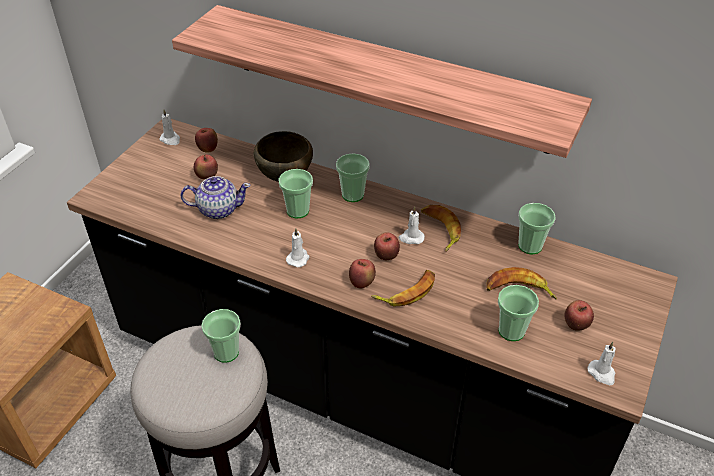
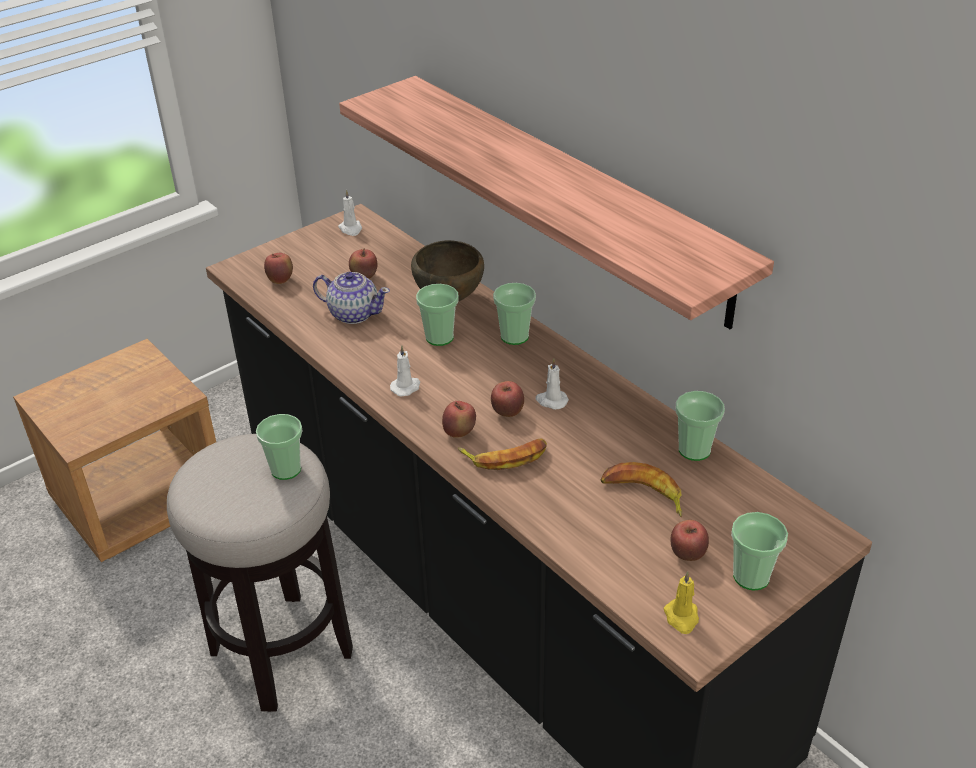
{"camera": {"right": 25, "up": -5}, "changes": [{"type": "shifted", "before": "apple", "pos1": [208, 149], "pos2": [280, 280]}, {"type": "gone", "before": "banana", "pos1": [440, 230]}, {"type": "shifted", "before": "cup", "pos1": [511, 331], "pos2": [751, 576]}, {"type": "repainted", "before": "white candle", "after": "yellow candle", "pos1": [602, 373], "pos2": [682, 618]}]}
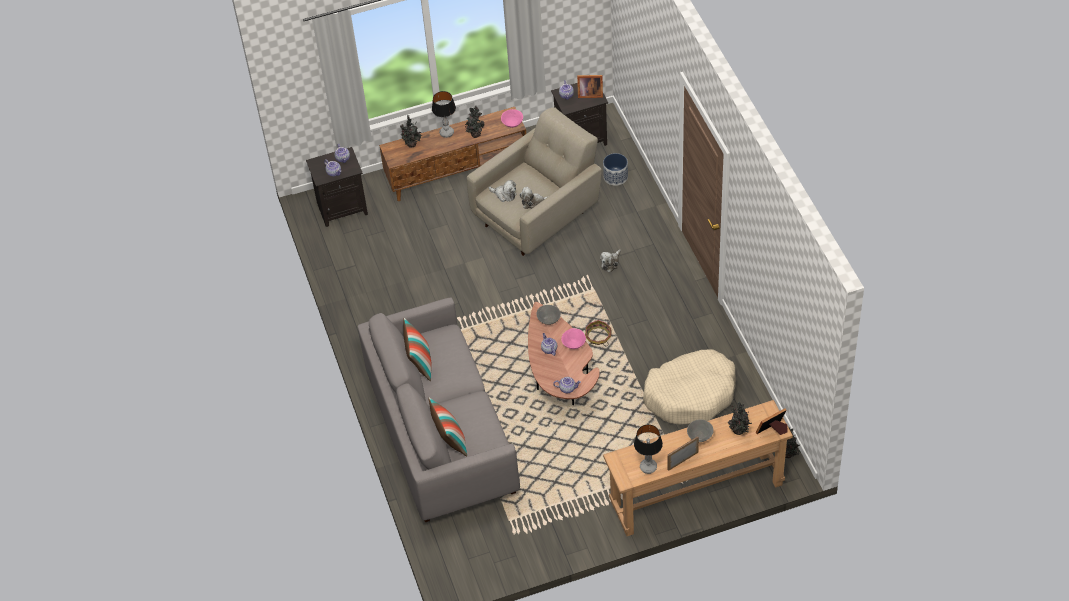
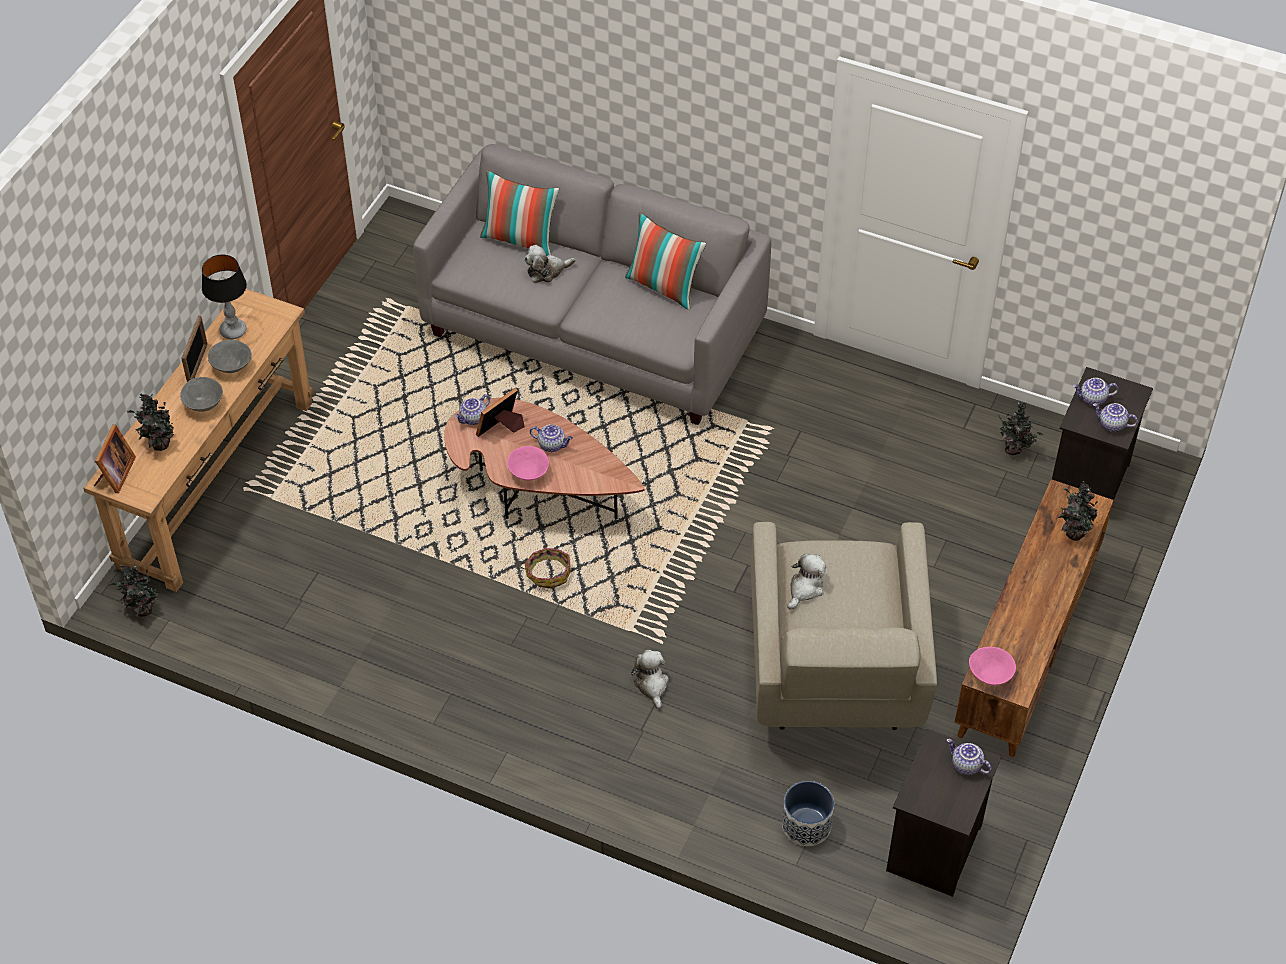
{"camera": {"right": 130, "up": 0}, "changes": [{"type": "gone", "before": "table lamp", "pos1": [447, 132]}, {"type": "shifted", "before": "potted plant", "pos1": [475, 134], "pos2": [1015, 449]}, {"type": "shifted", "before": "plush toy", "pos1": [504, 195], "pos2": [547, 271]}, {"type": "shifted", "before": "grey bowl", "pos1": [548, 320], "pos2": [232, 367]}, {"type": "shifted", "before": "picture frame", "pos1": [589, 93], "pos2": [502, 428]}, {"type": "gone", "before": "beige dog bed", "pos1": [691, 394]}]}
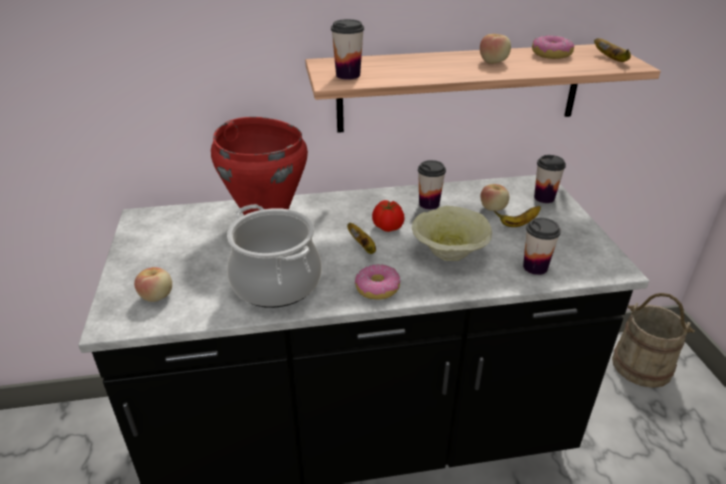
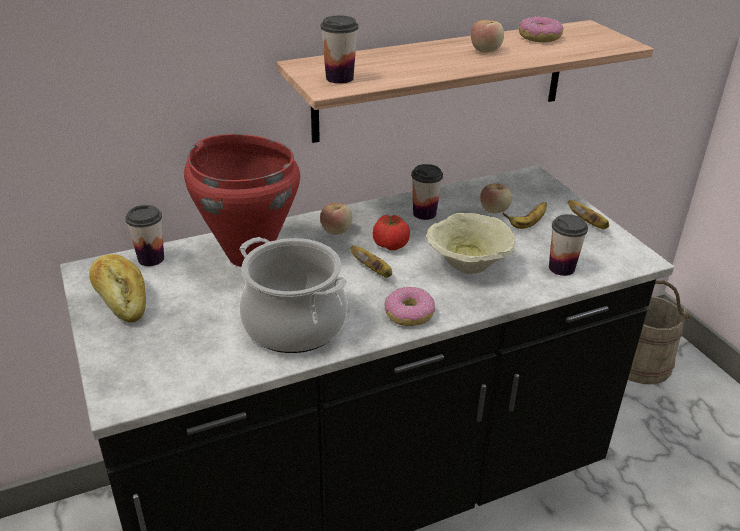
{"camera": {"right": -15, "up": 0}, "changes": [{"type": "shifted", "before": "apple", "pos1": [157, 296], "pos2": [336, 230]}, {"type": "shifted", "before": "cup", "pos1": [544, 198], "pos2": [151, 259]}, {"type": "shifted", "before": "banana", "pos1": [612, 59], "pos2": [589, 223]}, {"type": "new", "after": "bread", "pos2": [121, 298]}]}
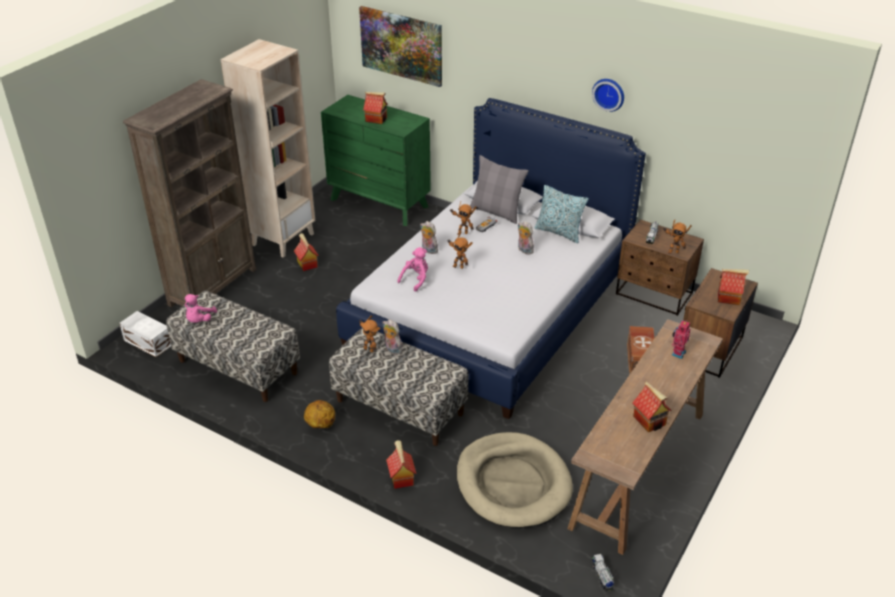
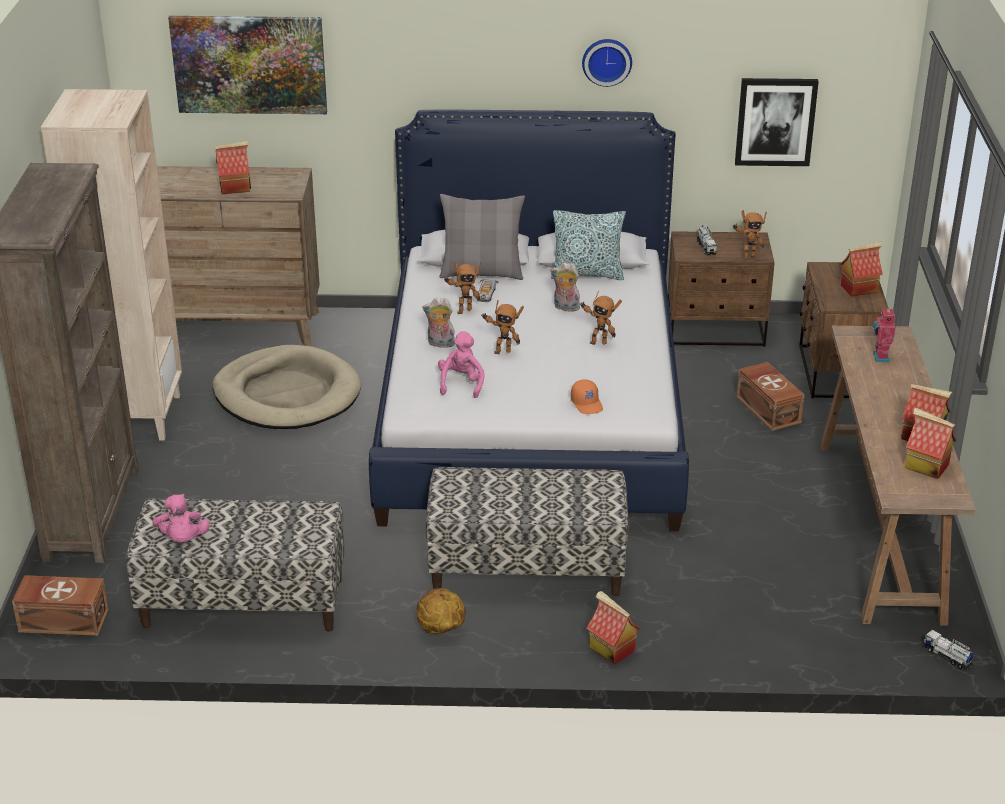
{"camera": {"right": -30, "up": -5}, "changes": [{"type": "repainted", "before": "white storage box", "after": "brown storage box", "pos1": [148, 342], "pos2": [63, 620]}, {"type": "shifted", "before": "toy house", "pos1": [306, 264], "pos2": [925, 466]}, {"type": "repainted", "before": "green dresser", "after": "brown dresser", "pos1": [379, 203], "pos2": [240, 327]}, {"type": "shifted", "before": "toy robot", "pos1": [369, 349], "pos2": [598, 342]}, {"type": "gone", "before": "plush toy", "pos1": [392, 350]}, {"type": "shifted", "before": "beige dog bed", "pos1": [513, 483], "pos2": [287, 394]}, {"type": "new", "after": "orange cap", "pos2": [587, 404]}, {"type": "new", "after": "picture", "pos2": [775, 121]}]}
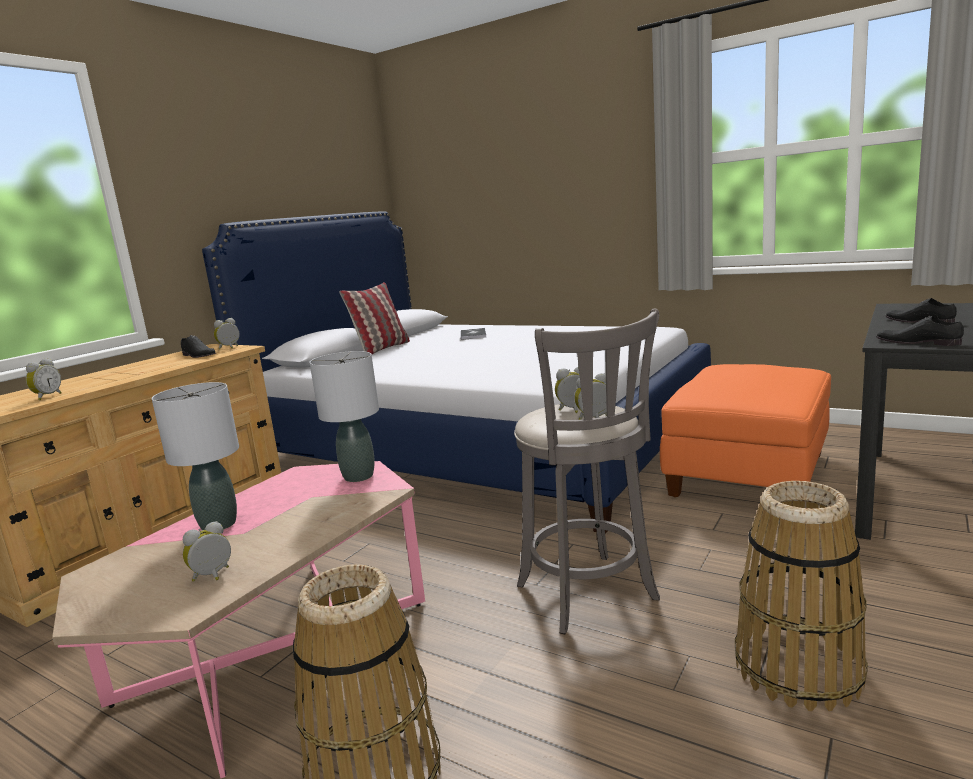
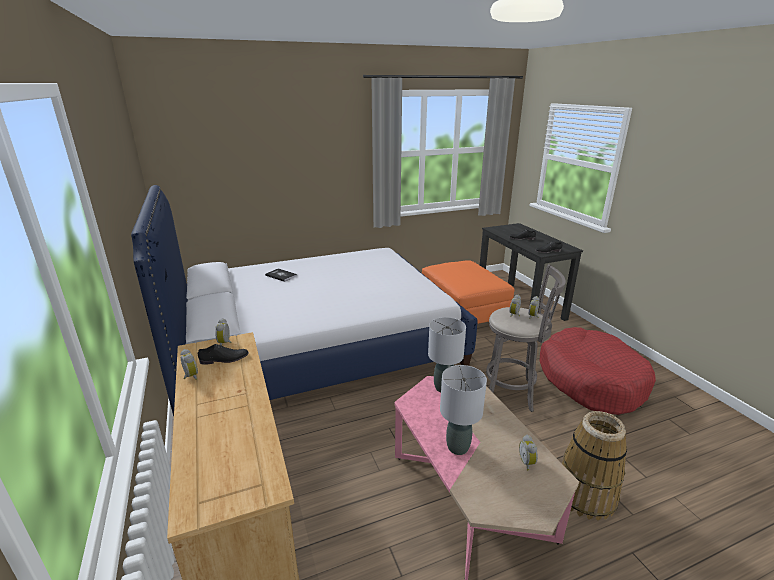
{"camera": {"right": -55, "up": 10}, "changes": [{"type": "shifted", "before": "alarm clock", "pos1": [47, 397], "pos2": [190, 377]}, {"type": "gone", "before": "pillow", "pos1": [381, 349]}, {"type": "swapped", "before": "basket", "after": "red dog bed", "pos1": [798, 669], "pos2": [590, 380]}]}
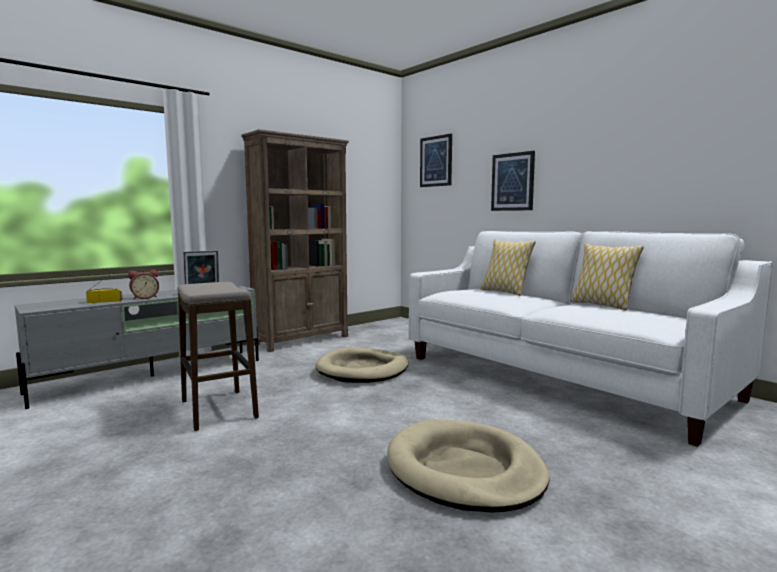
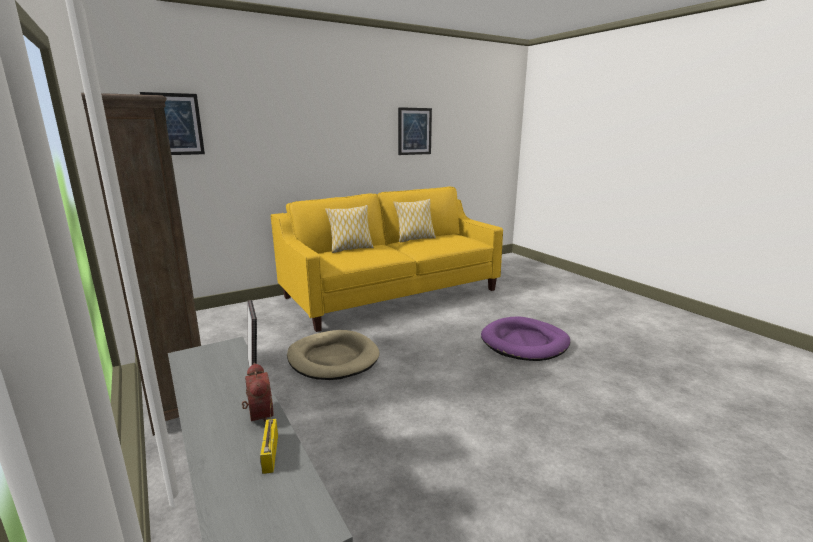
{"camera": {"right": -80, "up": 10}, "changes": [{"type": "gone", "before": "stool", "pos1": [218, 410]}, {"type": "repainted", "before": "beige dog bed", "after": "purple dog bed", "pos1": [464, 470], "pos2": [525, 342]}, {"type": "repainted", "before": "white sofa", "after": "yellow sofa", "pos1": [558, 376], "pos2": [391, 294]}, {"type": "shifted", "before": "picture", "pos1": [512, 182], "pos2": [414, 131]}]}
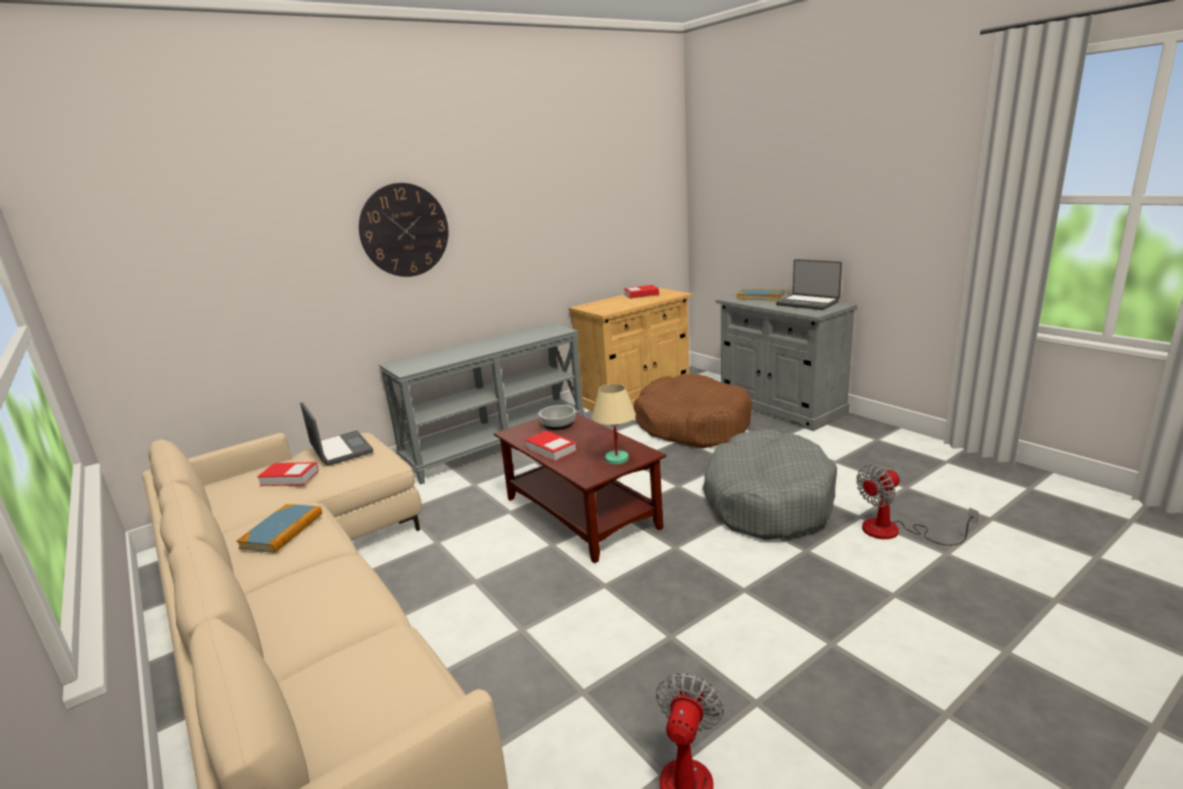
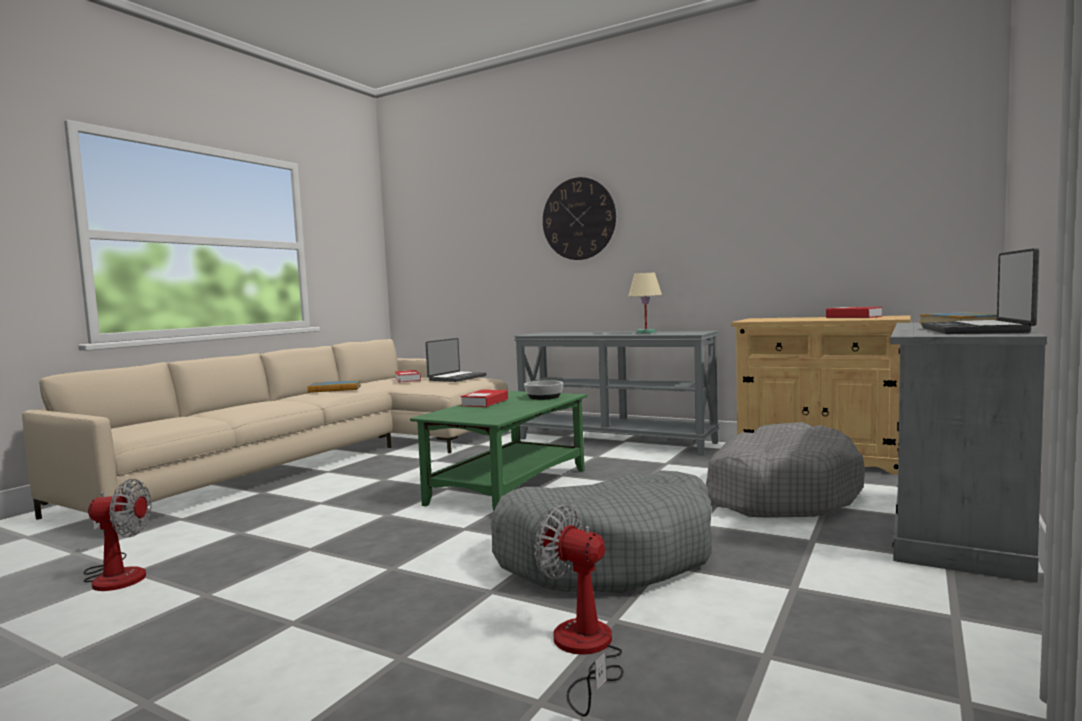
{"camera": {"right": 65, "up": -15}, "changes": [{"type": "repainted", "before": "brown coffee table", "after": "green coffee table", "pos1": [579, 512], "pos2": [509, 486]}, {"type": "shifted", "before": "beige table lamp", "pos1": [616, 459], "pos2": [645, 332]}, {"type": "repainted", "before": "brown dog bed", "after": "grey dog bed", "pos1": [692, 426], "pos2": [779, 493]}]}
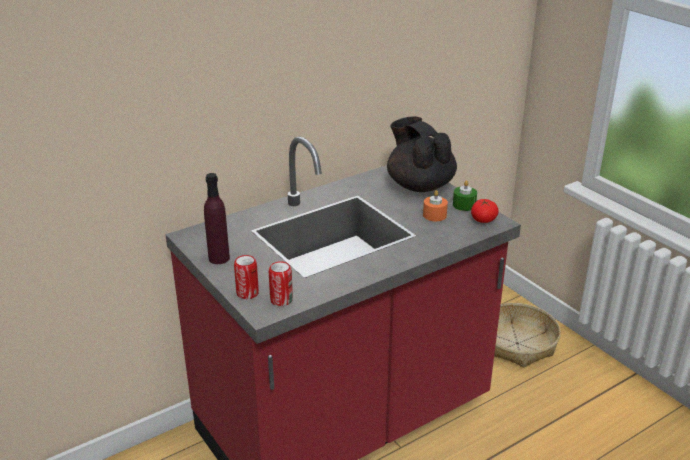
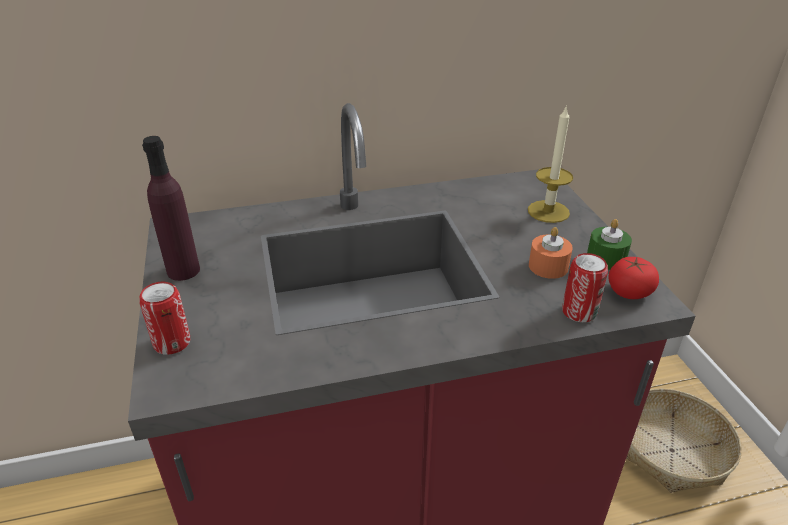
{"camera": {"right": 20, "up": 5}, "changes": [{"type": "shifted", "before": "can", "pos1": [281, 300], "pos2": [579, 312]}, {"type": "swapped", "before": "black teapot", "after": "candle", "pos1": [419, 185], "pos2": [548, 211]}]}
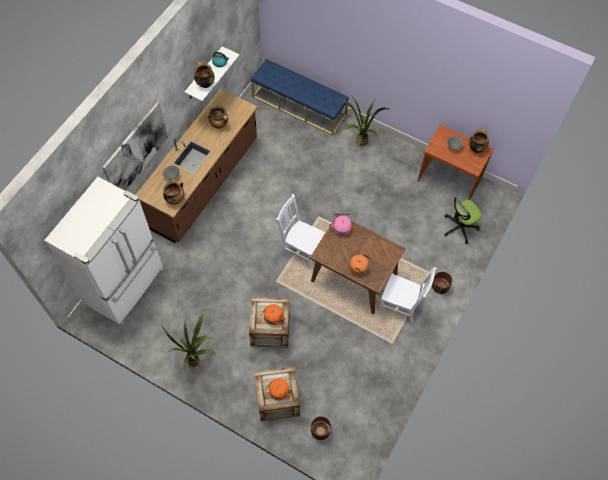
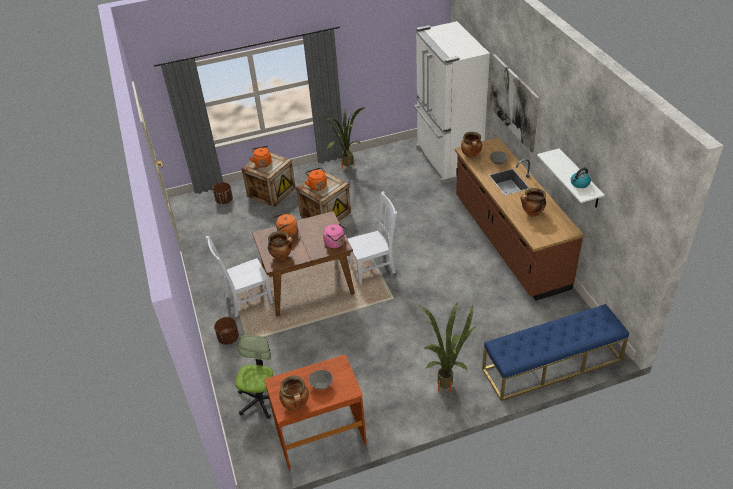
{"camera": {"right": 135, "up": -20}, "changes": [{"type": "shifted", "before": "cooking pot", "pos1": [205, 83], "pos2": [282, 256]}]}
